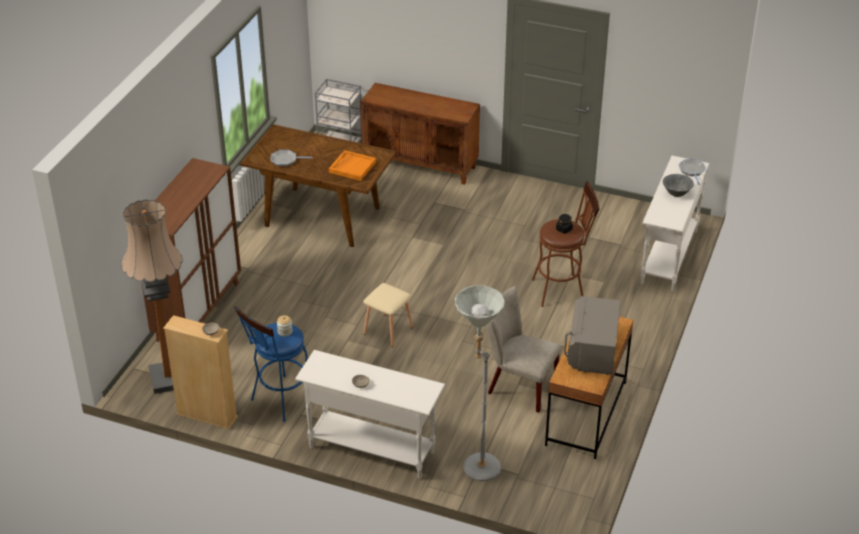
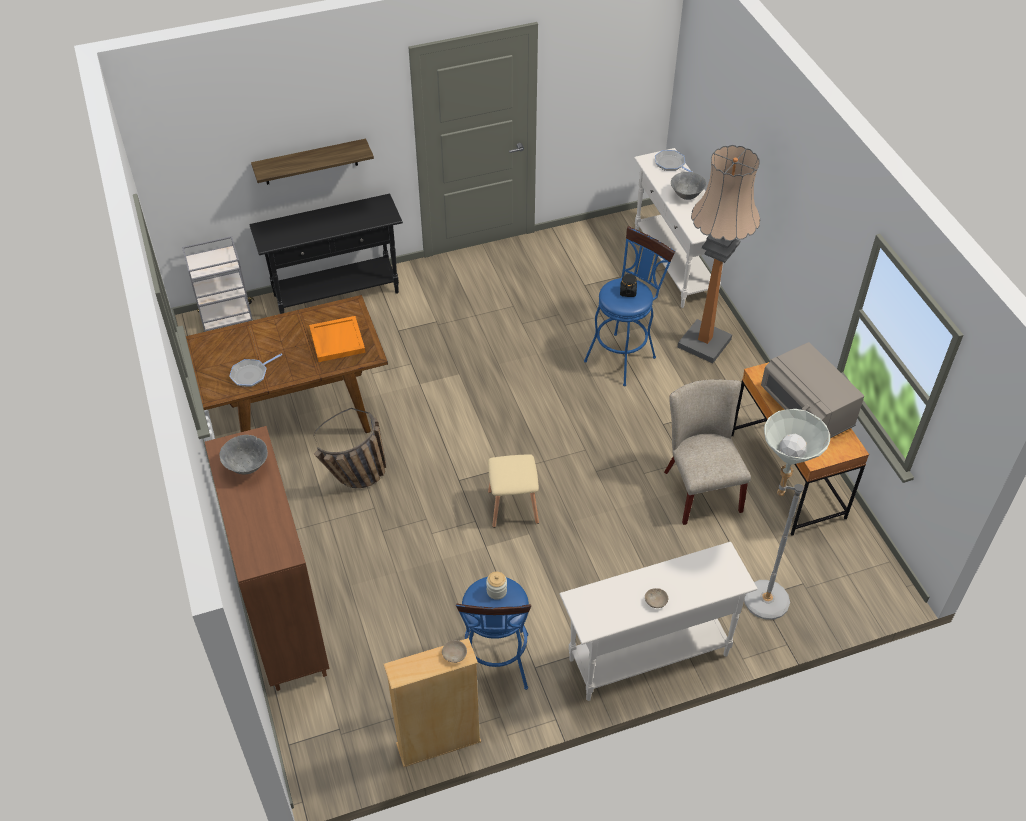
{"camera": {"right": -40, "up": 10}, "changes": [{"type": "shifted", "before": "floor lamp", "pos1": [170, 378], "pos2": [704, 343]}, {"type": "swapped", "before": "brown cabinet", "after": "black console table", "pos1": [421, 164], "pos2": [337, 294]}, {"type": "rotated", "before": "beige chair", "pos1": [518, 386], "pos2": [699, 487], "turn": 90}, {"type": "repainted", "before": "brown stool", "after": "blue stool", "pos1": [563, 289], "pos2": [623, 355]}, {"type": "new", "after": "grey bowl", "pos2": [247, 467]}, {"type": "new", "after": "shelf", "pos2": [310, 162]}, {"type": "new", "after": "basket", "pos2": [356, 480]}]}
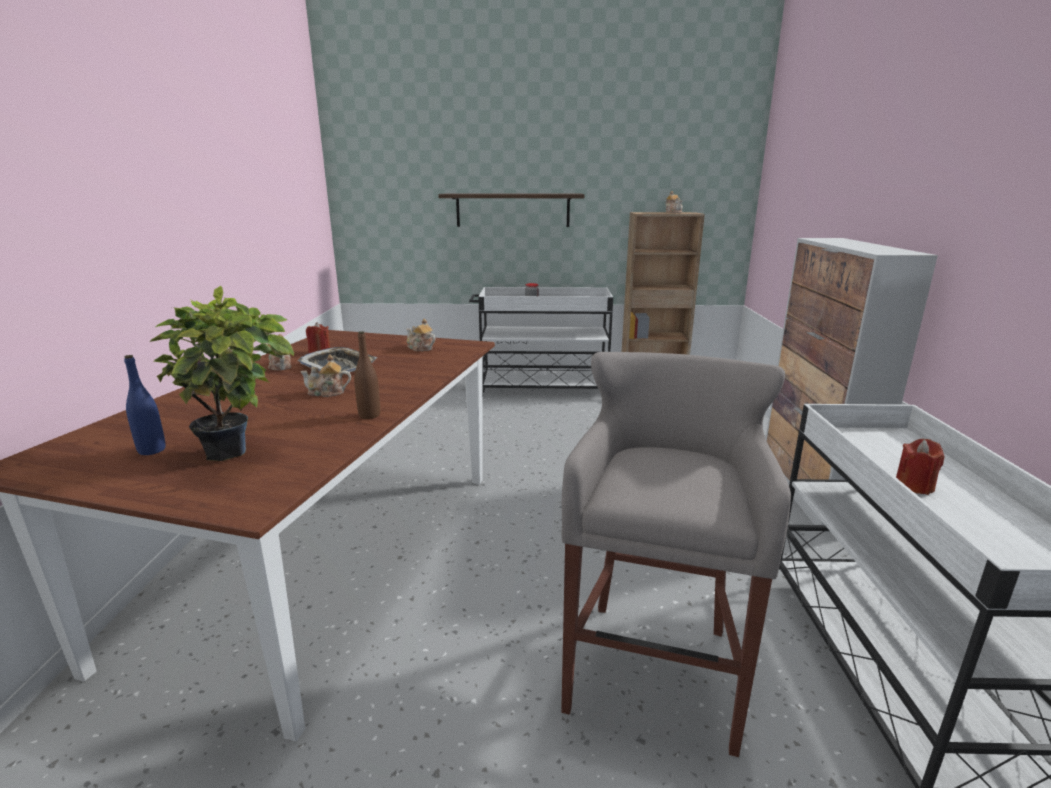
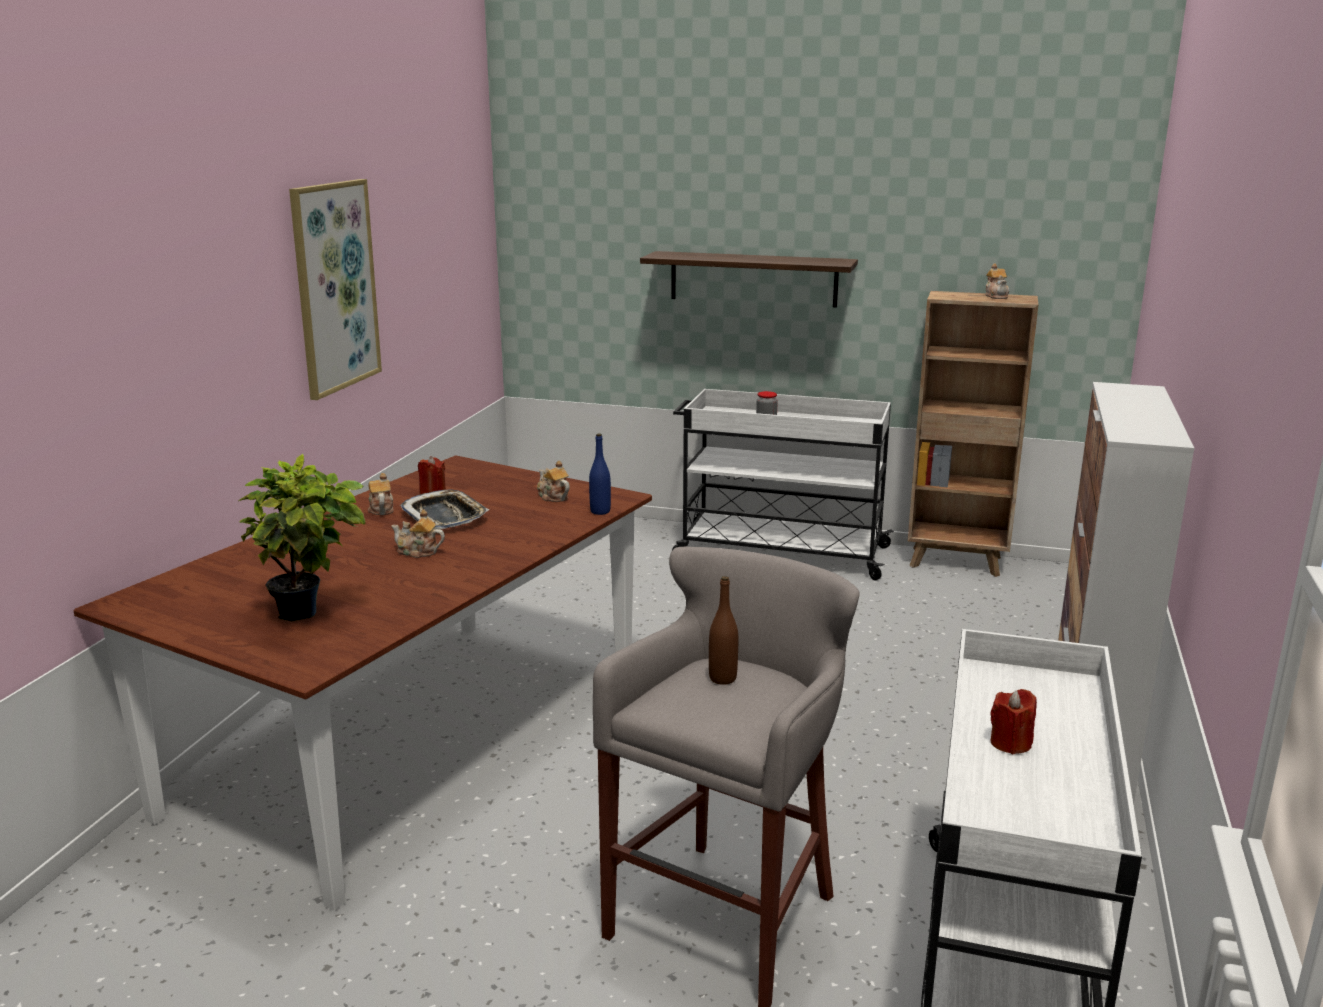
{"camera": {"right": 15, "up": 0}, "changes": [{"type": "shifted", "before": "blue bottle", "pos1": [152, 450], "pos2": [600, 511]}, {"type": "shifted", "before": "brown bottle", "pos1": [369, 415], "pos2": [722, 678]}, {"type": "new", "after": "picture", "pos2": [334, 287]}]}
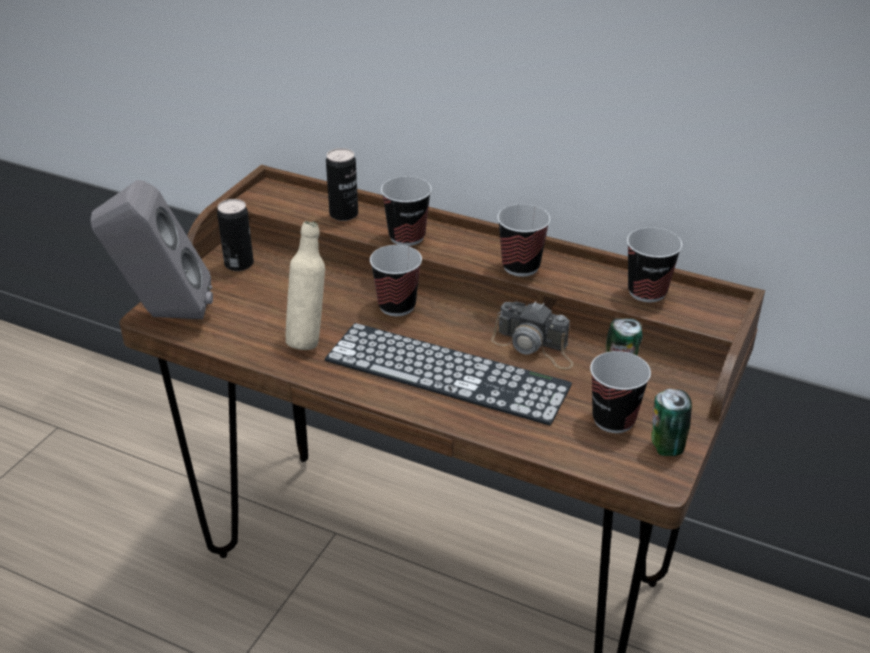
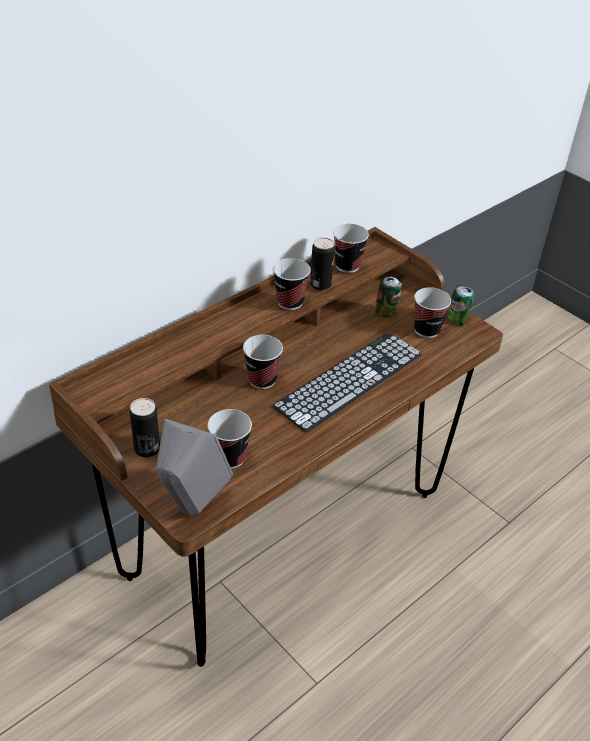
{"camera": {"right": -70, "up": 5}, "changes": [{"type": "gone", "before": "beige bottle", "pos1": [309, 339]}, {"type": "shifted", "before": "can", "pos1": [344, 214], "pos2": [320, 285]}, {"type": "shifted", "before": "cup", "pos1": [407, 237], "pos2": [230, 457]}, {"type": "gone", "before": "photo camera", "pos1": [534, 347]}]}
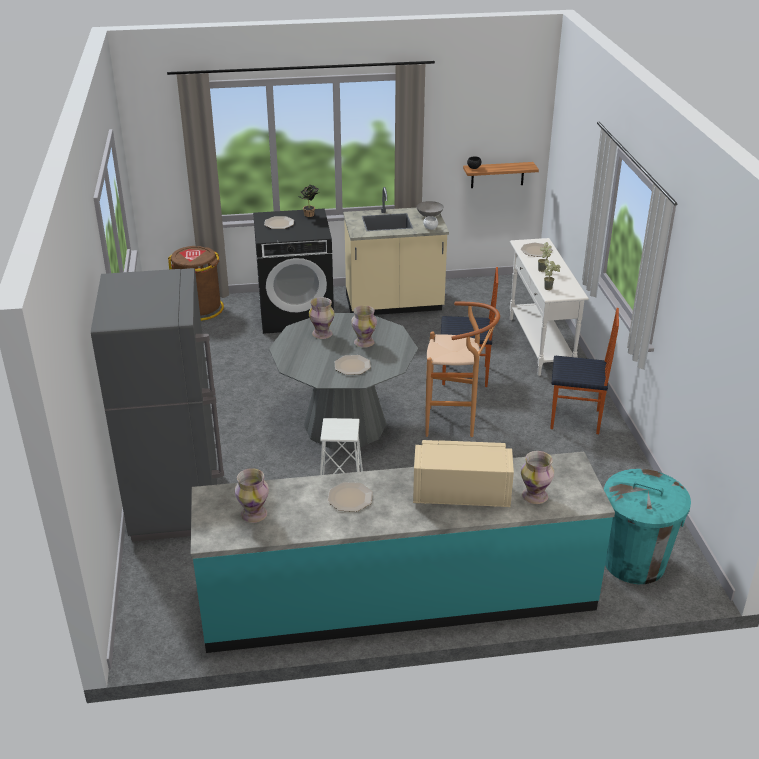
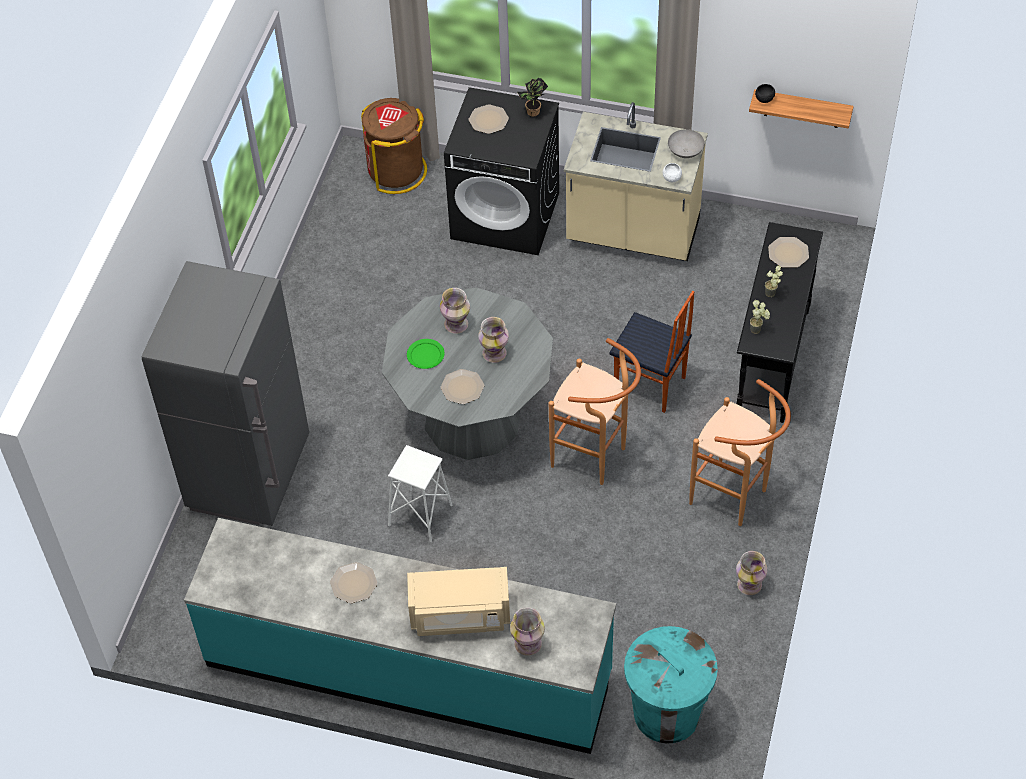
{"camera": {"right": 25, "up": 20}, "changes": [{"type": "shifted", "before": "vase", "pos1": [253, 514], "pos2": [749, 584]}, {"type": "rotated", "before": "beige microwave", "pos1": [461, 493], "pos2": [460, 615], "turn": 150}, {"type": "repainted", "before": "white console table", "after": "black console table", "pos1": [540, 345], "pos2": [772, 362]}, {"type": "swapped", "before": "chair", "after": "brown stool", "pos1": [575, 420], "pos2": [735, 499]}, {"type": "new", "after": "green plate", "pos2": [426, 355]}]}
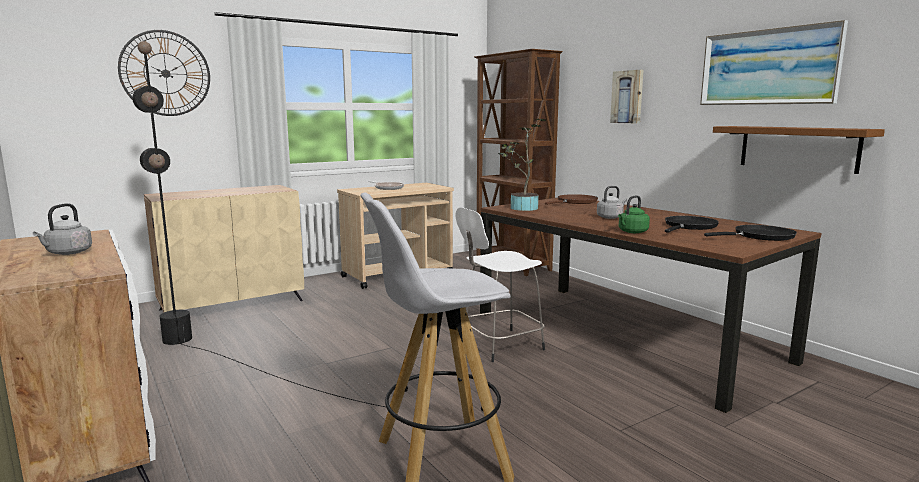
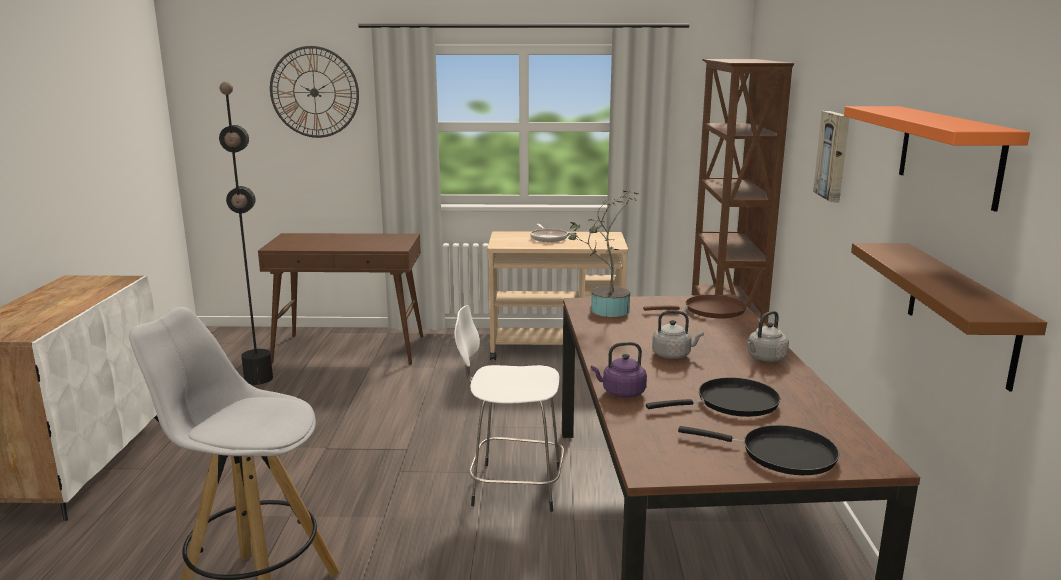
{"camera": {"right": 35, "up": 5}, "changes": [{"type": "shifted", "before": "grey kettle", "pos1": [67, 253], "pos2": [765, 358]}, {"type": "swapped", "before": "beige cabinet", "after": "brown console table", "pos1": [233, 305], "pos2": [350, 349]}, {"type": "repainted", "before": "green kettle", "after": "purple kettle", "pos1": [632, 232], "pos2": [621, 393]}, {"type": "swapped", "before": "picture", "after": "orange shelf", "pos1": [768, 67], "pos2": [949, 154]}]}
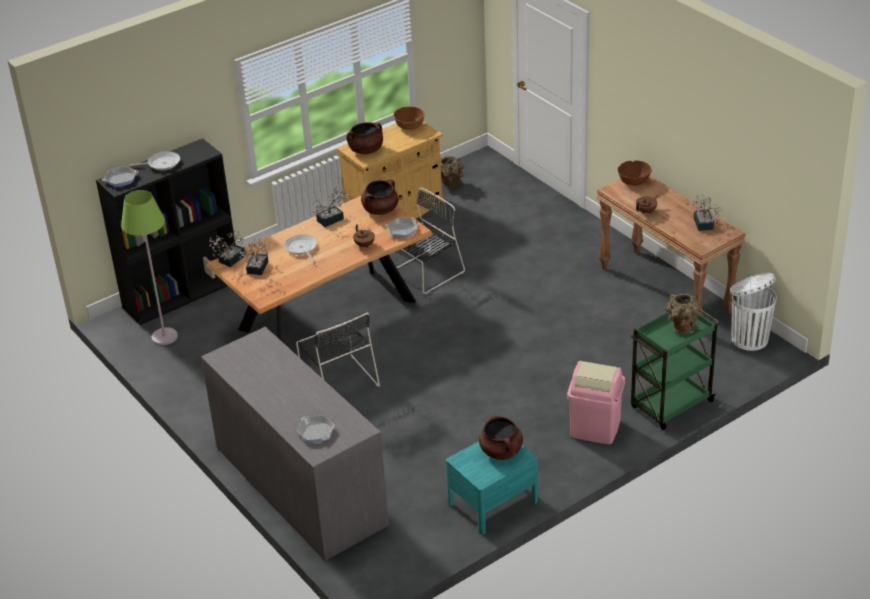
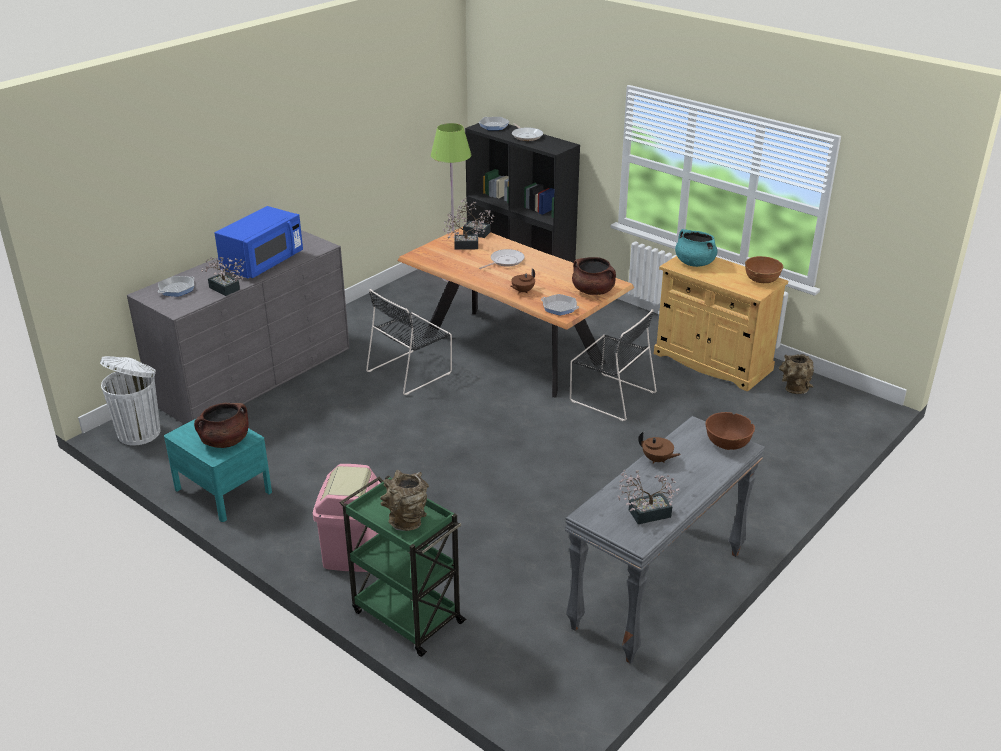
{"camera": {"right": 75, "up": -5}, "changes": [{"type": "shifted", "before": "potted plant", "pos1": [333, 218], "pos2": [226, 290]}, {"type": "repainted", "before": "brown cooking pot", "after": "turquoise cooking pot", "pos1": [366, 150], "pos2": [694, 263]}, {"type": "repainted", "before": "brown console table", "after": "grey console table", "pos1": [666, 290], "pos2": [658, 591]}, {"type": "shifted", "before": "white trash can", "pos1": [748, 338], "pos2": [140, 432]}, {"type": "new", "after": "blue microwave", "pos2": [262, 263]}]}
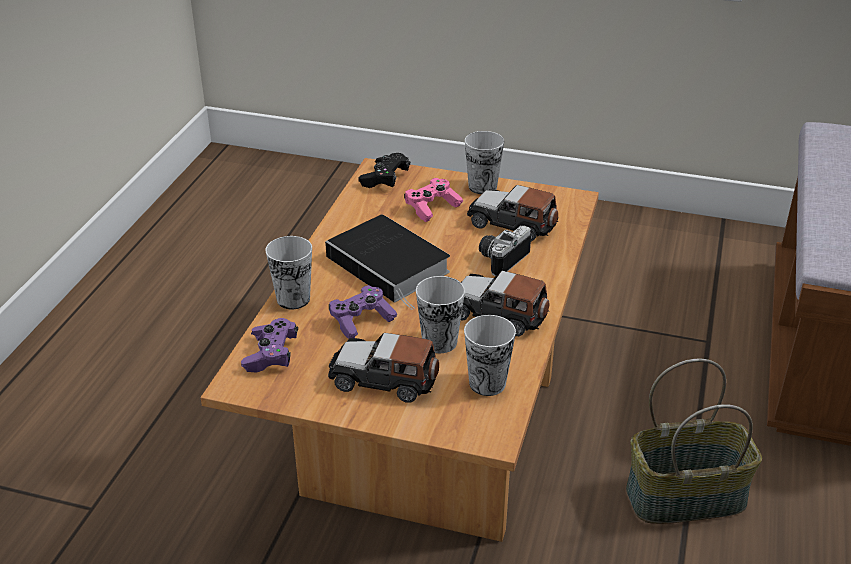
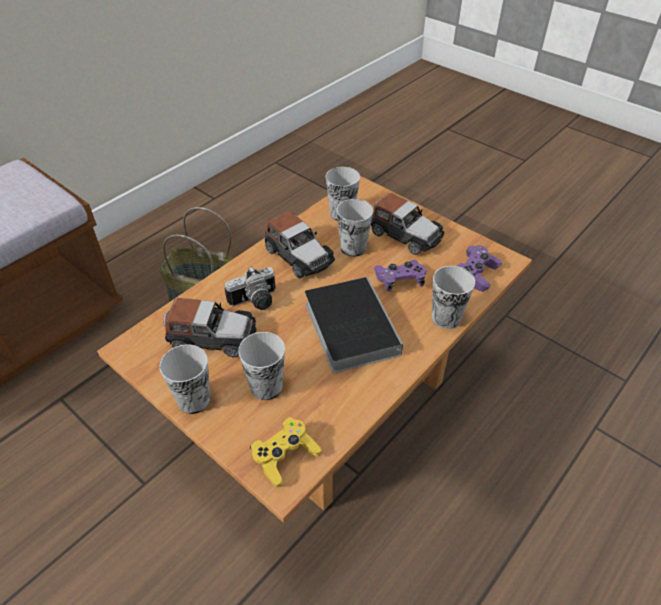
{"camera": {"right": -155, "up": 10}, "changes": [{"type": "repainted", "before": "black game controller", "after": "yellow game controller", "pos1": [385, 179], "pos2": [285, 456]}, {"type": "swapped", "before": "pink game controller", "after": "cup", "pos1": [432, 207], "pos2": [266, 387]}, {"type": "rotated", "before": "toy car", "pos1": [512, 224], "pos2": [212, 337], "turn": -45}]}
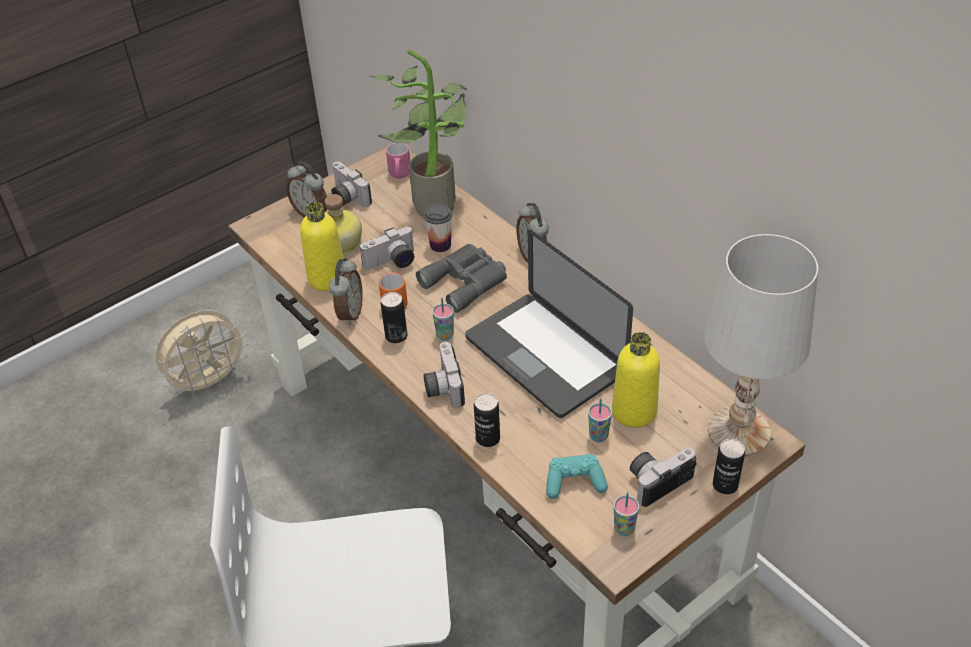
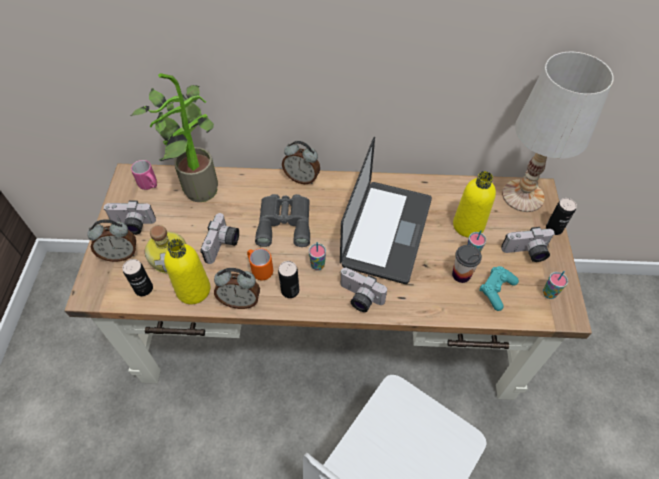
{"camera": {"right": -50, "up": 10}, "changes": [{"type": "gone", "before": "beige fan", "pos1": [209, 382]}, {"type": "rotated", "before": "alarm clock", "pos1": [349, 313], "pos2": [240, 301], "turn": 135}, {"type": "shifted", "before": "cup", "pos1": [440, 245], "pos2": [461, 275]}, {"type": "rotated", "before": "laptop", "pos1": [544, 356], "pos2": [386, 232], "turn": -75}, {"type": "shifted", "before": "can", "pos1": [488, 438], "pos2": [144, 289]}, {"type": "rotated", "before": "photo camera", "pos1": [657, 480], "pos2": [526, 253], "turn": -105}]}
